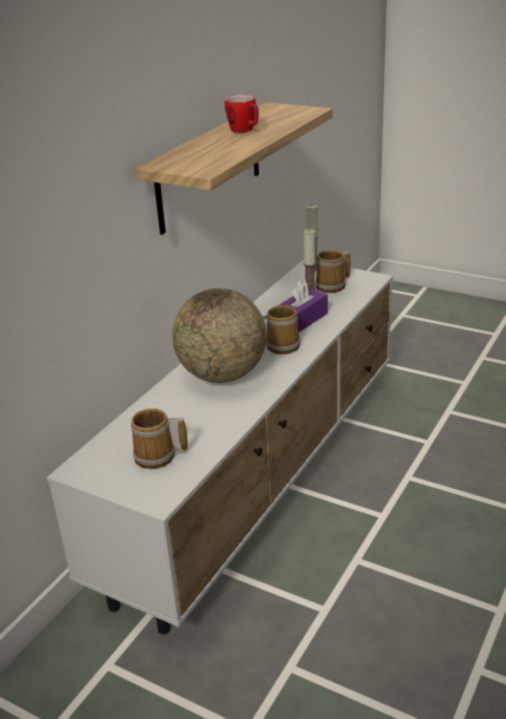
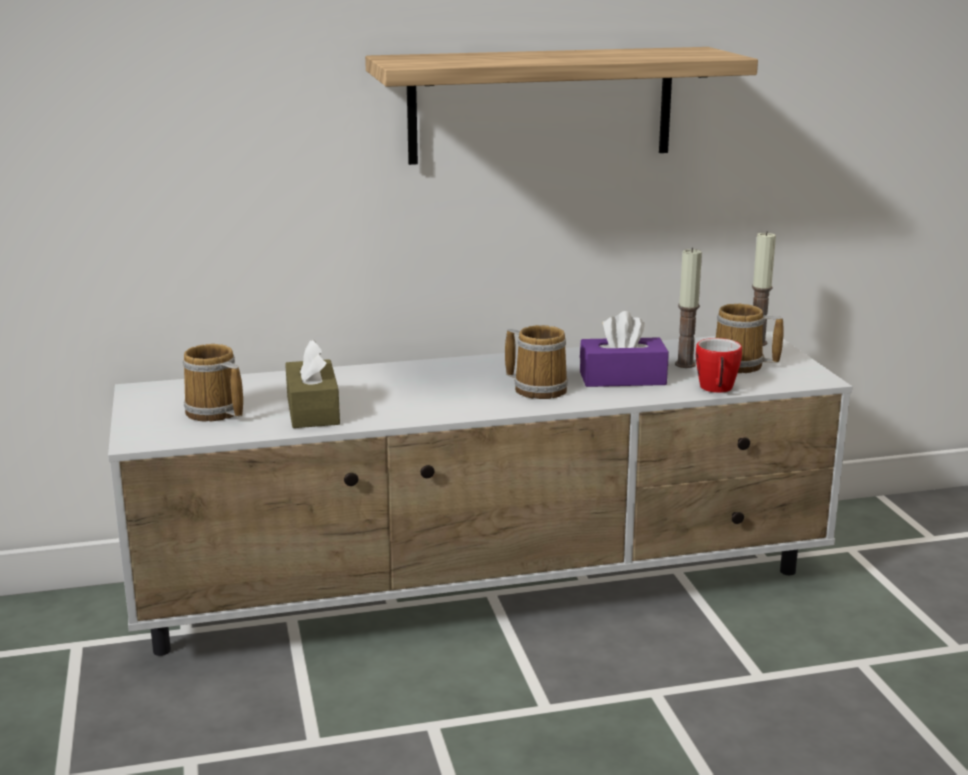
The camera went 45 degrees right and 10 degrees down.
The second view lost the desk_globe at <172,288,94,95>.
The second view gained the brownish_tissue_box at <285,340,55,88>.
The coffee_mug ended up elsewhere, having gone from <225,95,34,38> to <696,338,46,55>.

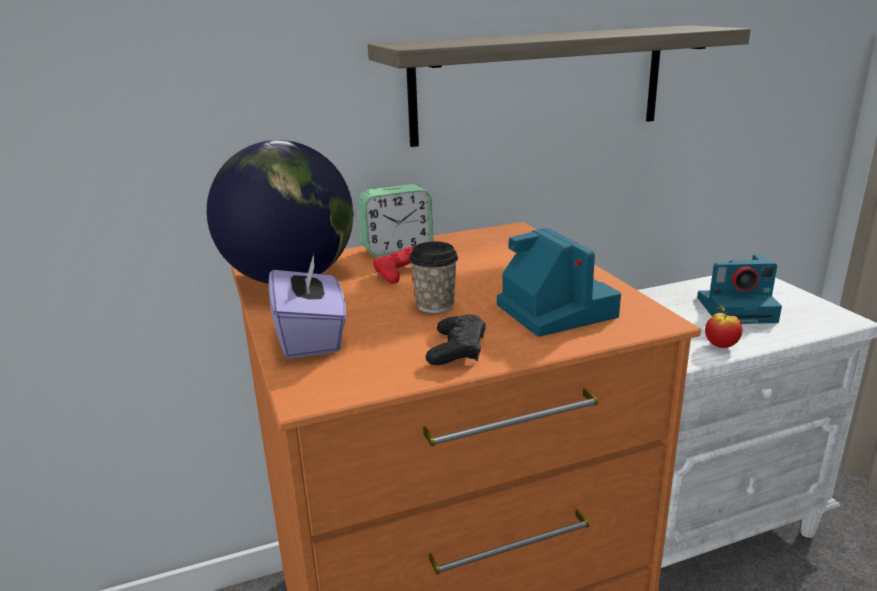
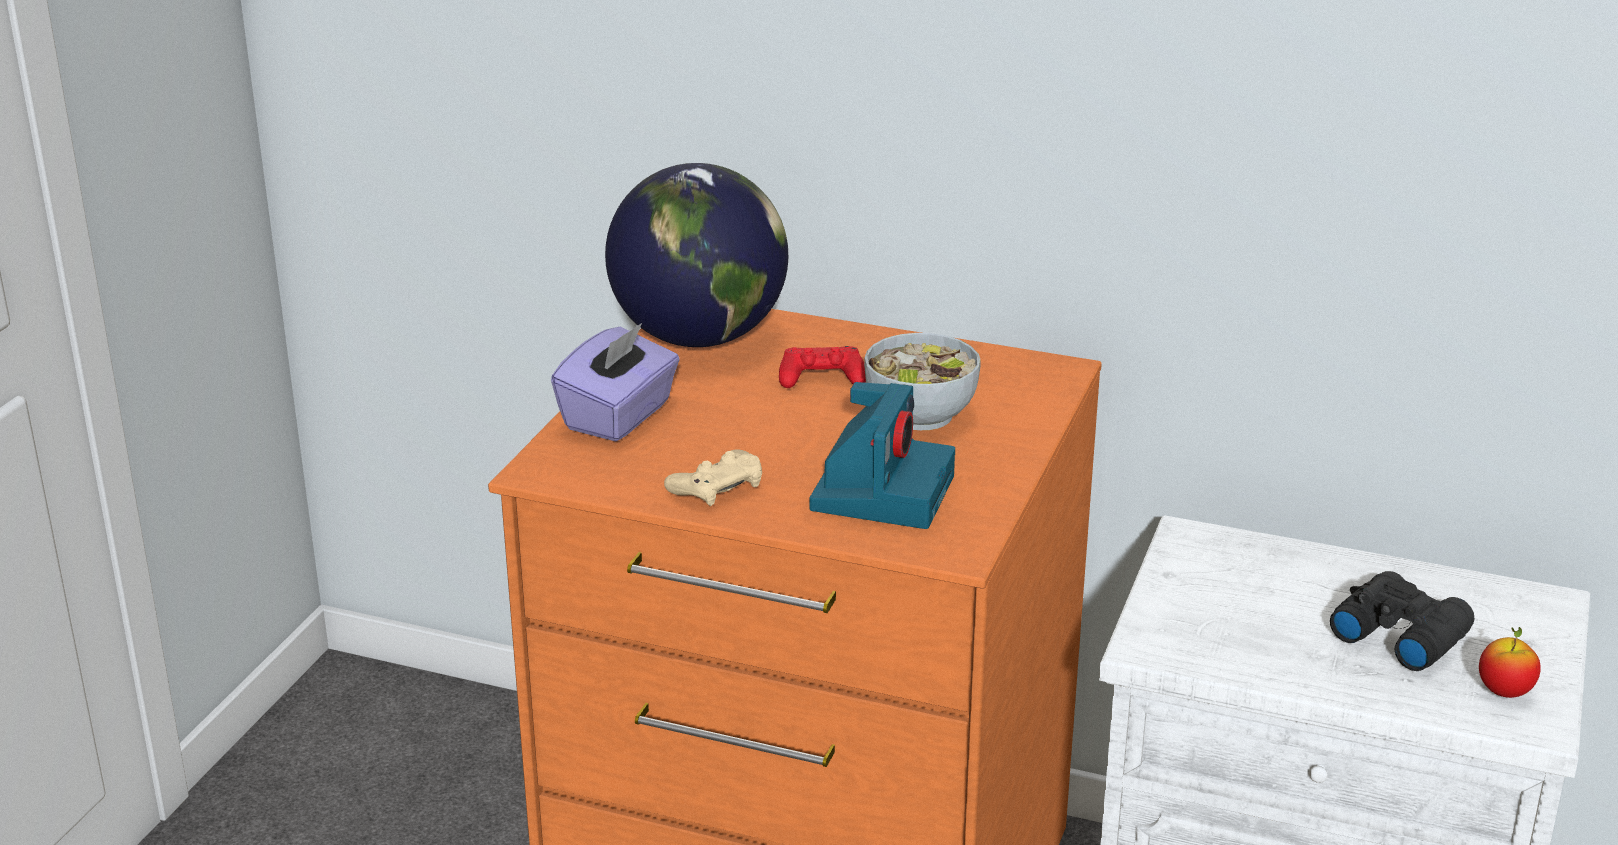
The camera went 40 degrees right and 5 degrees up.
The second view lost the table_clock at <358,184,75,73>.
The second view lost the wall_shelf at <368,25,383,122>.
The second view lost the cup at <409,241,49,72>.
The second view gained the deep_dish at <864,333,117,97>.
The apple_fruit ended up elsewhere, having gone from <705,305,37,43> to <1479,627,62,71>.
Where the still_camera stood at <697,254,85,70>, the black_field_glasses came to stand at <1330,571,144,100>.
What was the black_game_controller at <426,314,60,51> turned into the sand-coloured_game_controller at <664,449,98,58>.

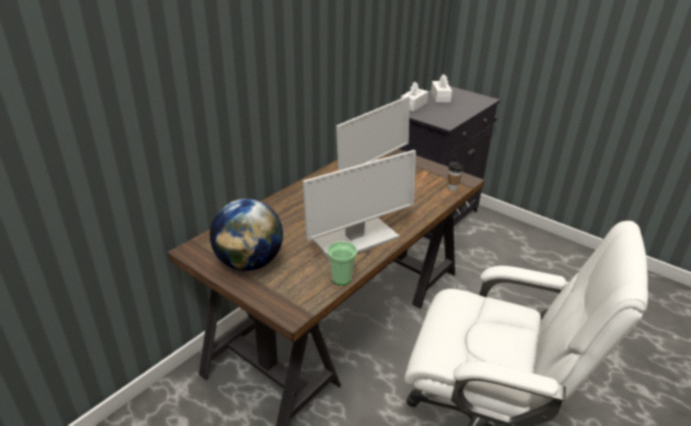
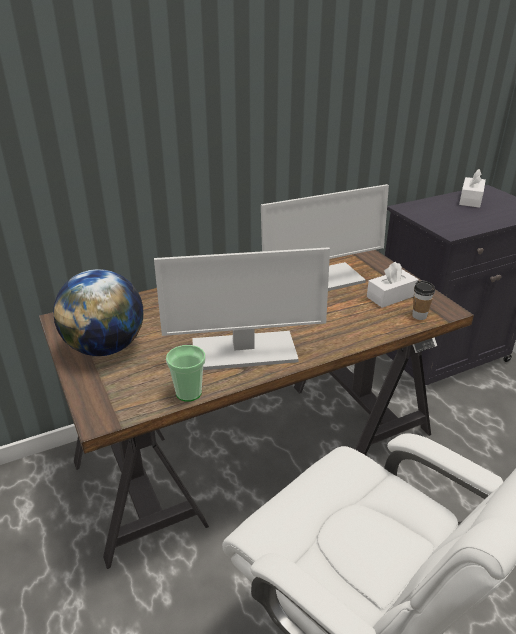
The camera went 25 degrees right and 0 degrees up.
The white_tissue_box ended up elsewhere, having gone from <401,82,27,30> to <367,262,52,46>.

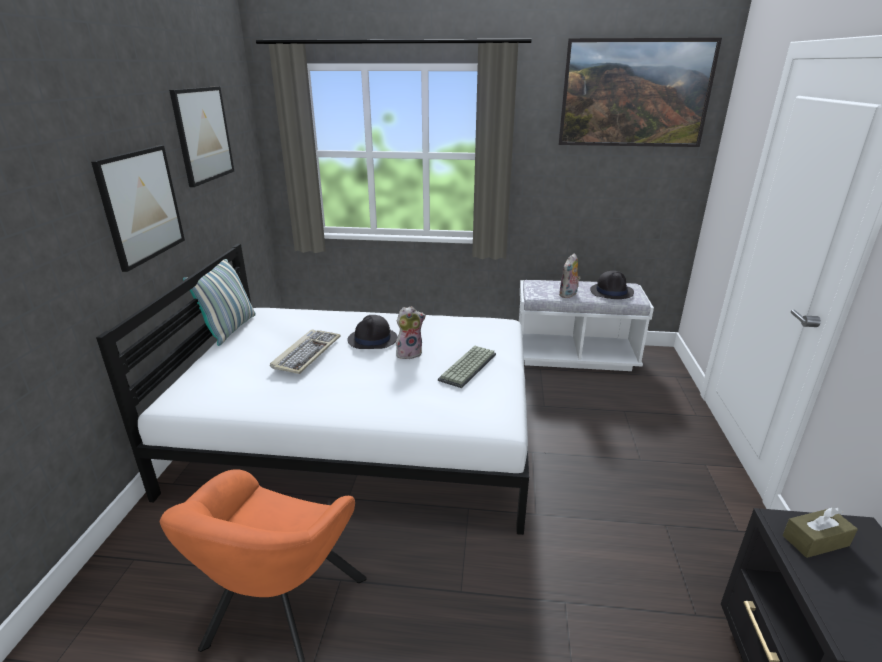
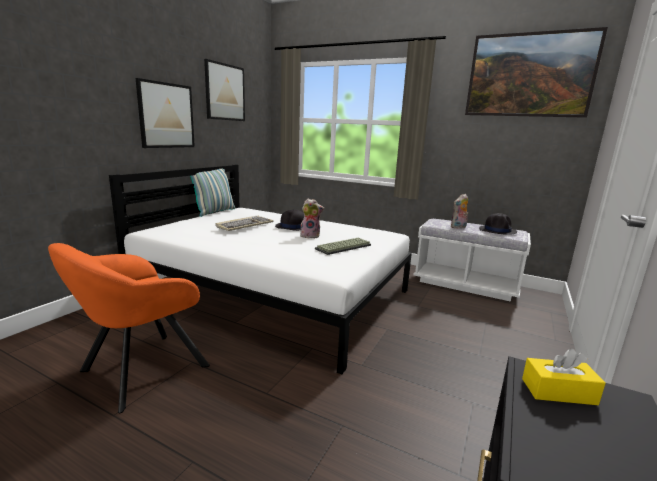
The camera went 20 degrees right and 10 degrees down.
What was the brownish_tissue_box at <783,508,75,50> turned into the yellowish_tissue_box at <522,349,84,56>.

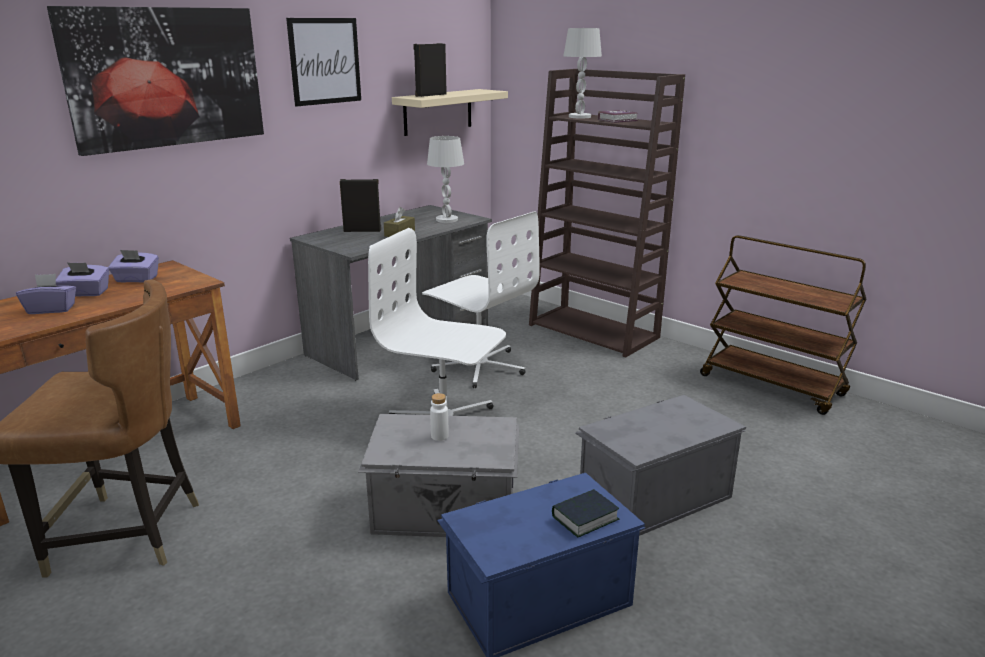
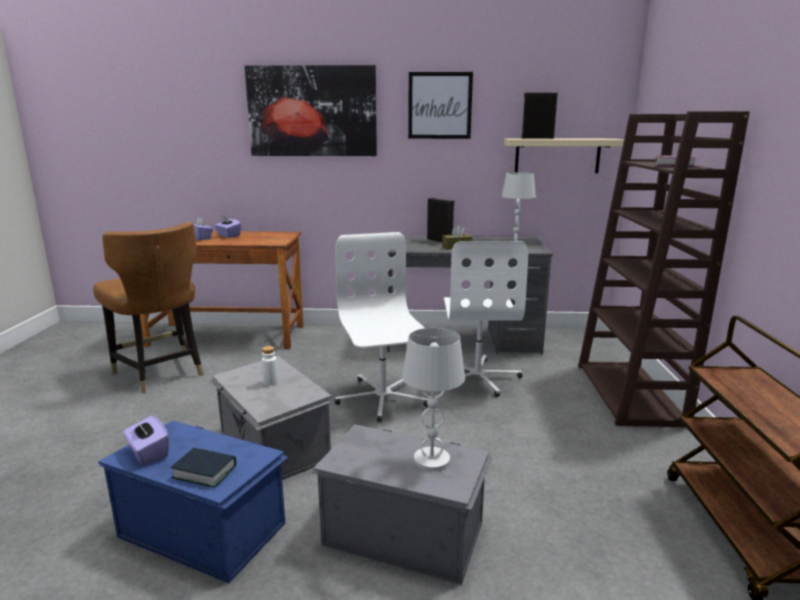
The camera went 50 degrees right and 5 degrees down.
The purple-coloured_tissue_box ended up elsewhere, having gone from <108,250,51,32> to <123,416,46,49>.
The white_tabletop_lamp ended up elsewhere, having gone from <563,28,39,91> to <402,328,63,143>.

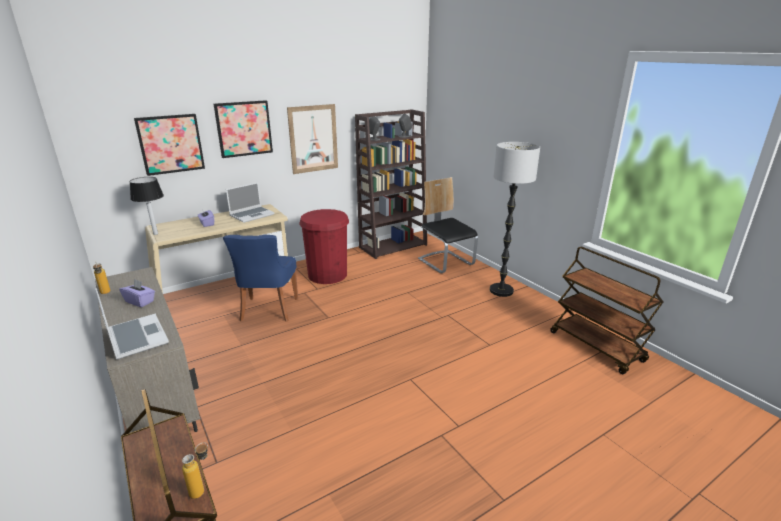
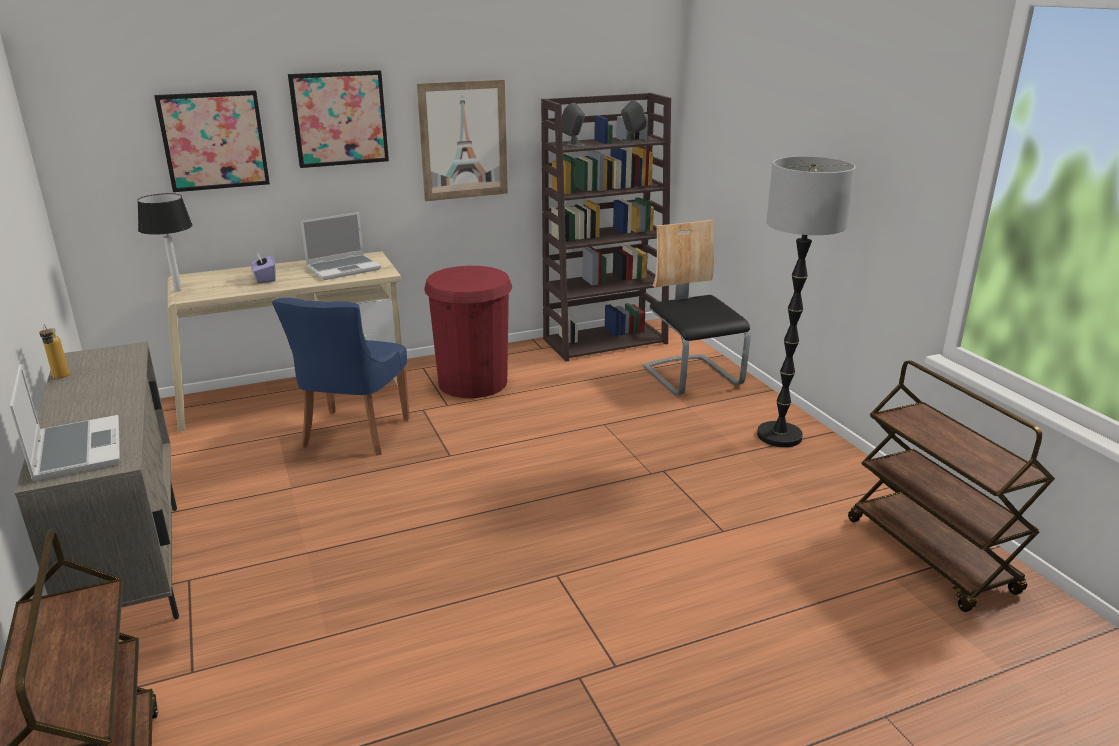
The camera went 10 degrees right and 0 degrees up.
The second view lost the purple-coloured_tissue_box at <119,279,36,28>.
The second view lost the bottle at <182,442,26,57>.

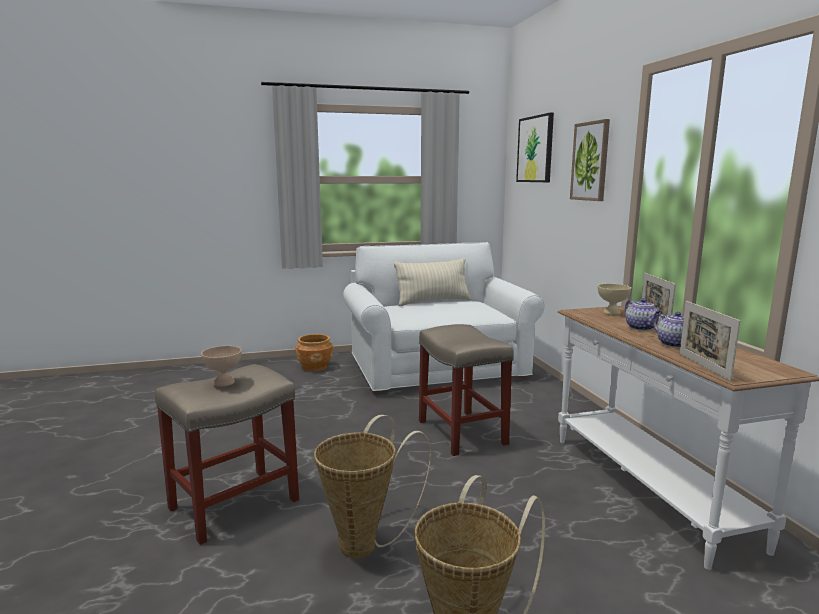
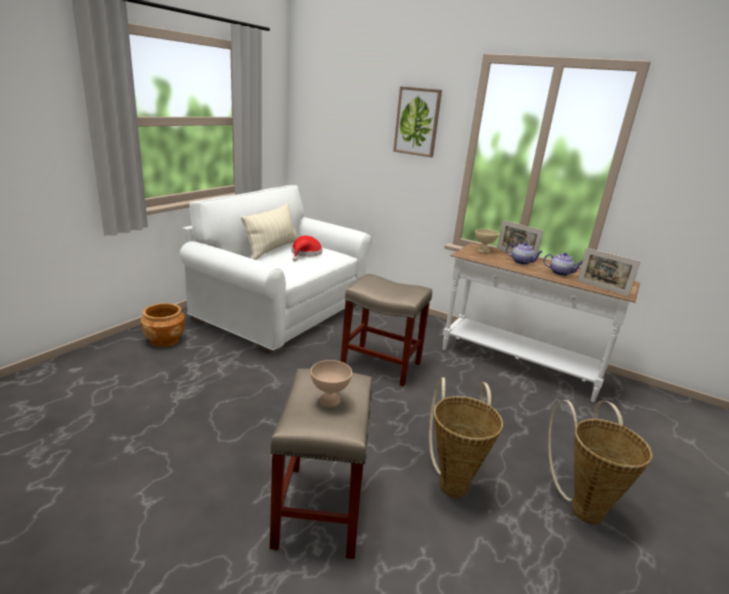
The camera went 45 degrees left and 10 degrees up.
The second view lost the picture at <516,113,38,69>.
The second view gained the red_hat at <292,236,30,25>.

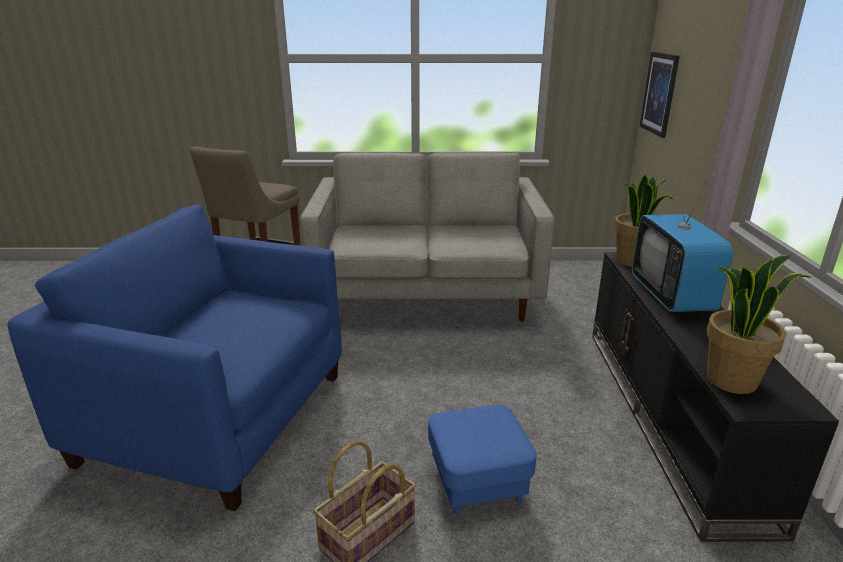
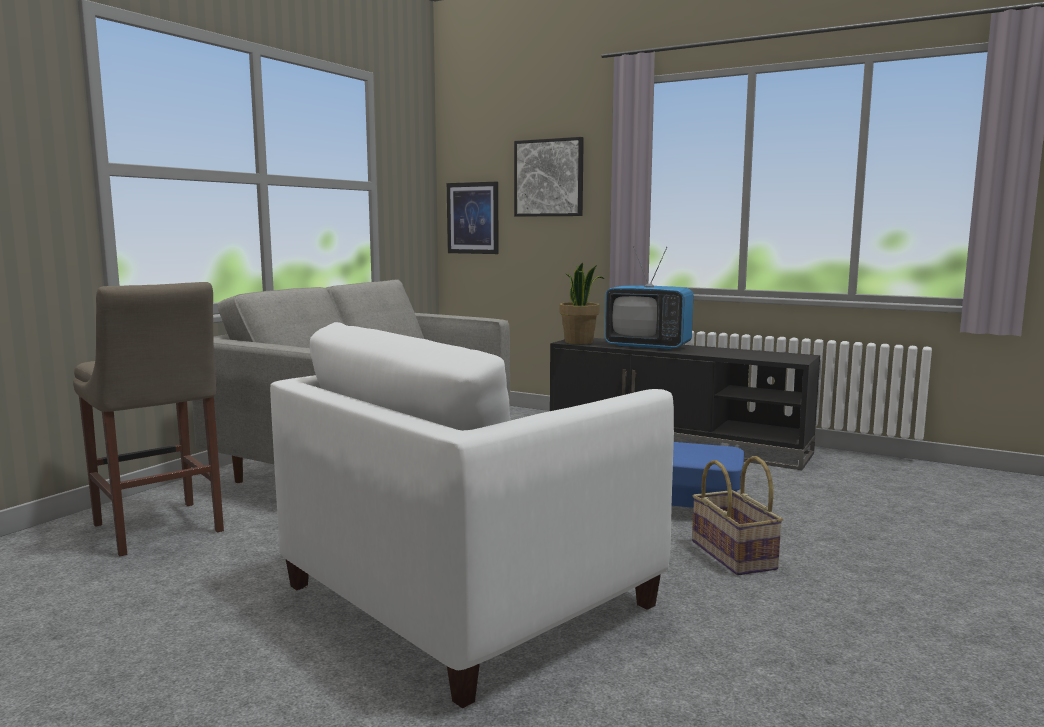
The camera went 60 degrees left and 15 degrees down.
The second view lost the potted_plant at <706,254,106,140>.
The second view gained the picture at <514,137,70,80>.
What was the bluish_armchair at <7,205,335,306> turned into the white_armchair at <270,322,404,386>.

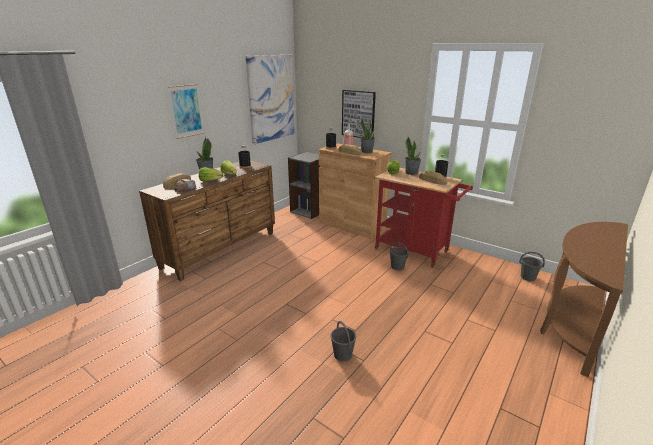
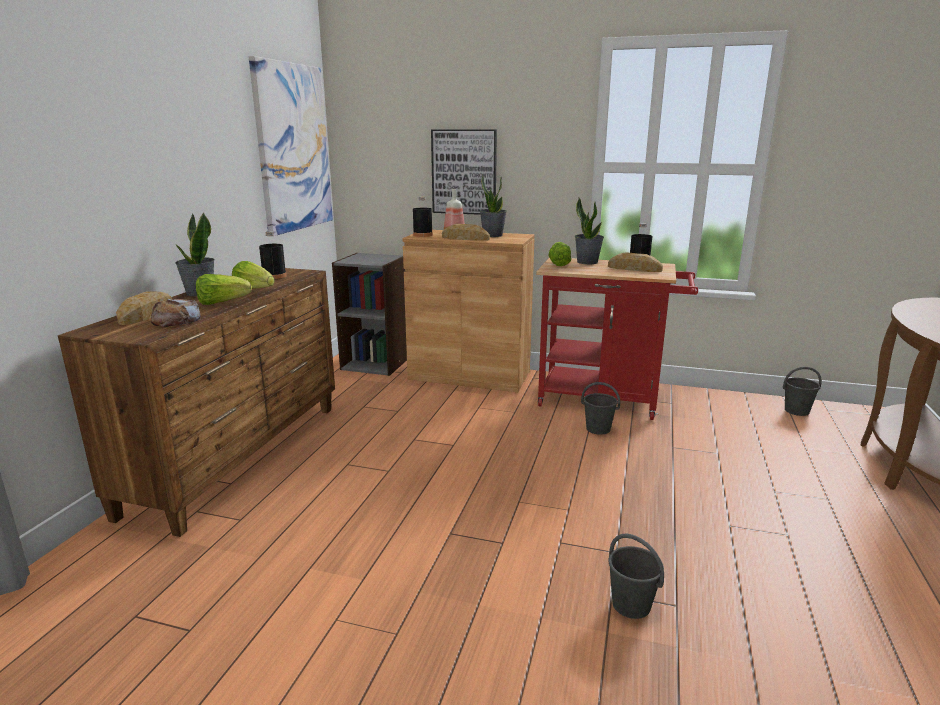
The camera went 20 degrees left and 5 degrees down.
The second view lost the picture at <168,84,36,55>.

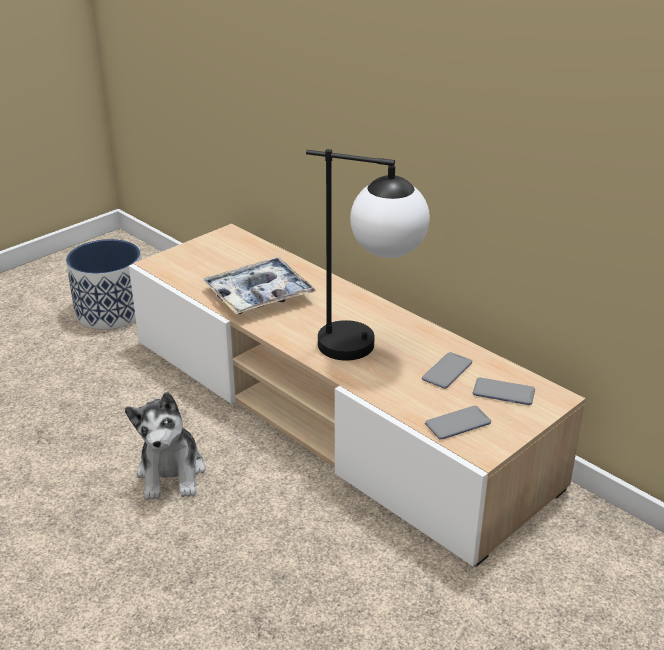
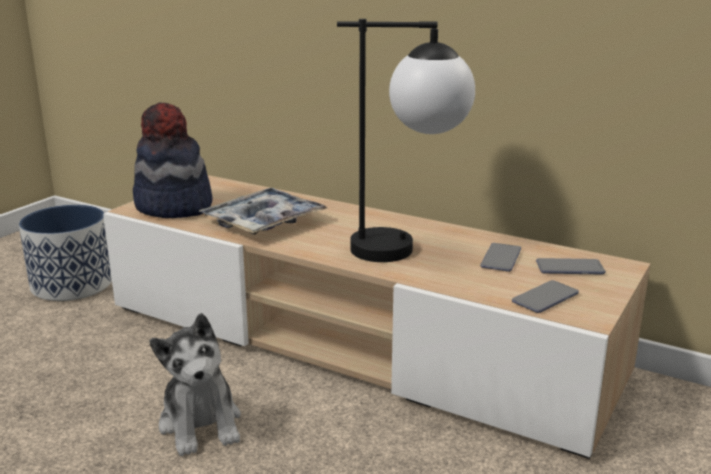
The camera went 15 degrees left and 10 degrees down.
The second view gained the hat at <132,102,80,116>.

